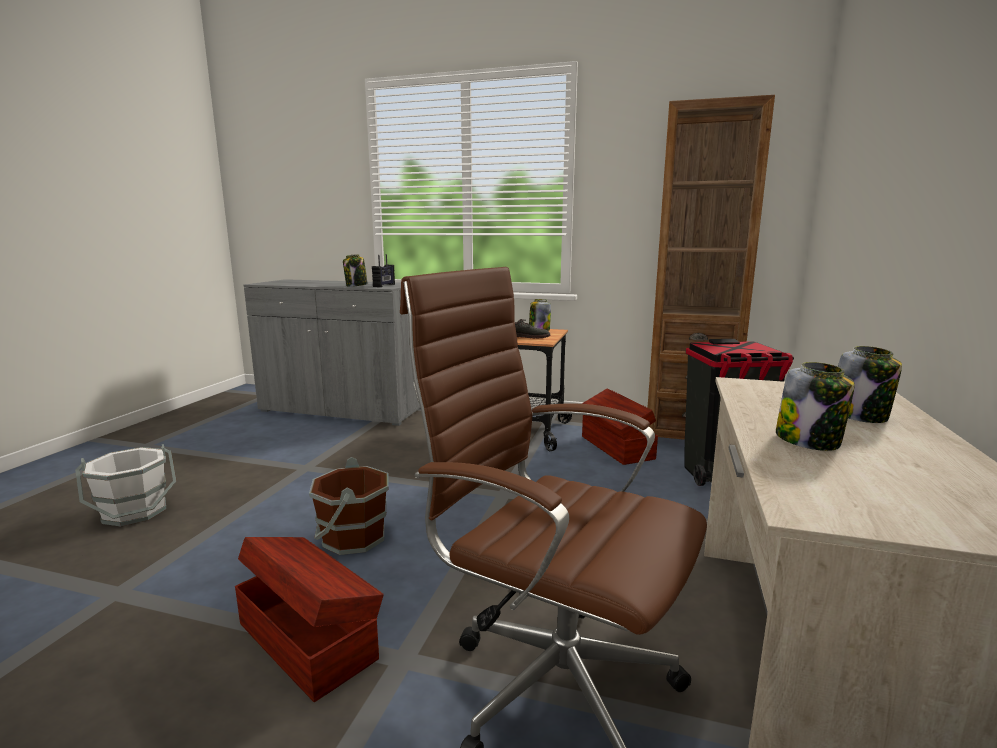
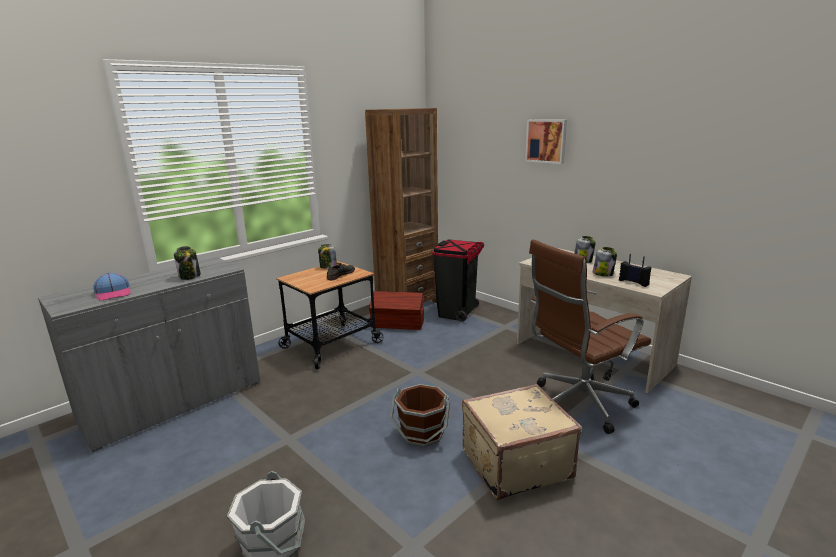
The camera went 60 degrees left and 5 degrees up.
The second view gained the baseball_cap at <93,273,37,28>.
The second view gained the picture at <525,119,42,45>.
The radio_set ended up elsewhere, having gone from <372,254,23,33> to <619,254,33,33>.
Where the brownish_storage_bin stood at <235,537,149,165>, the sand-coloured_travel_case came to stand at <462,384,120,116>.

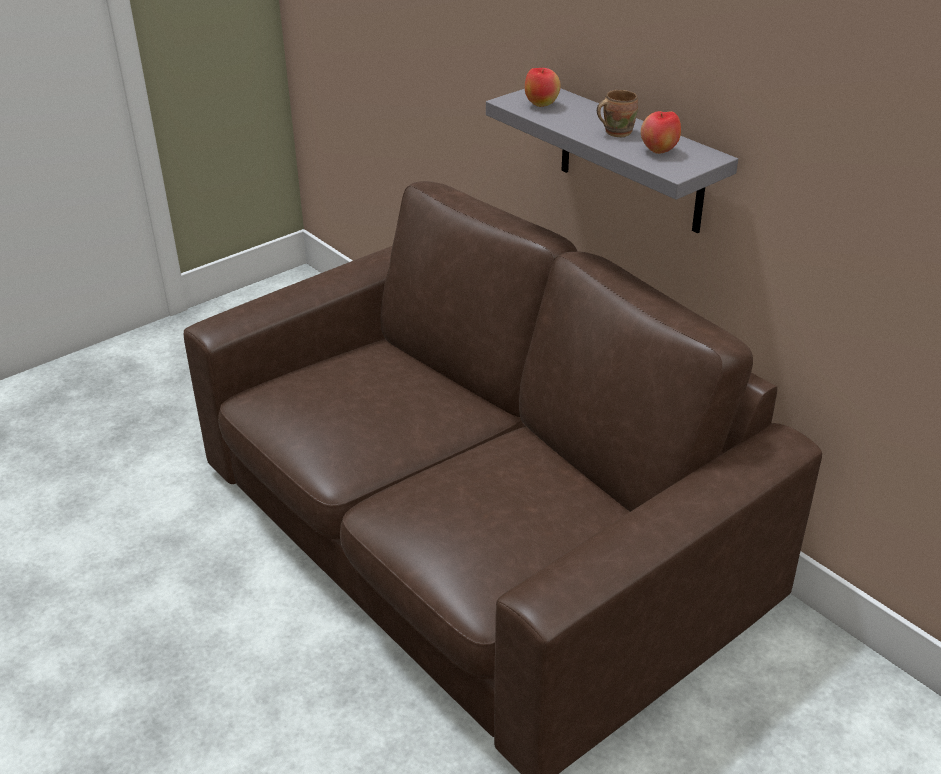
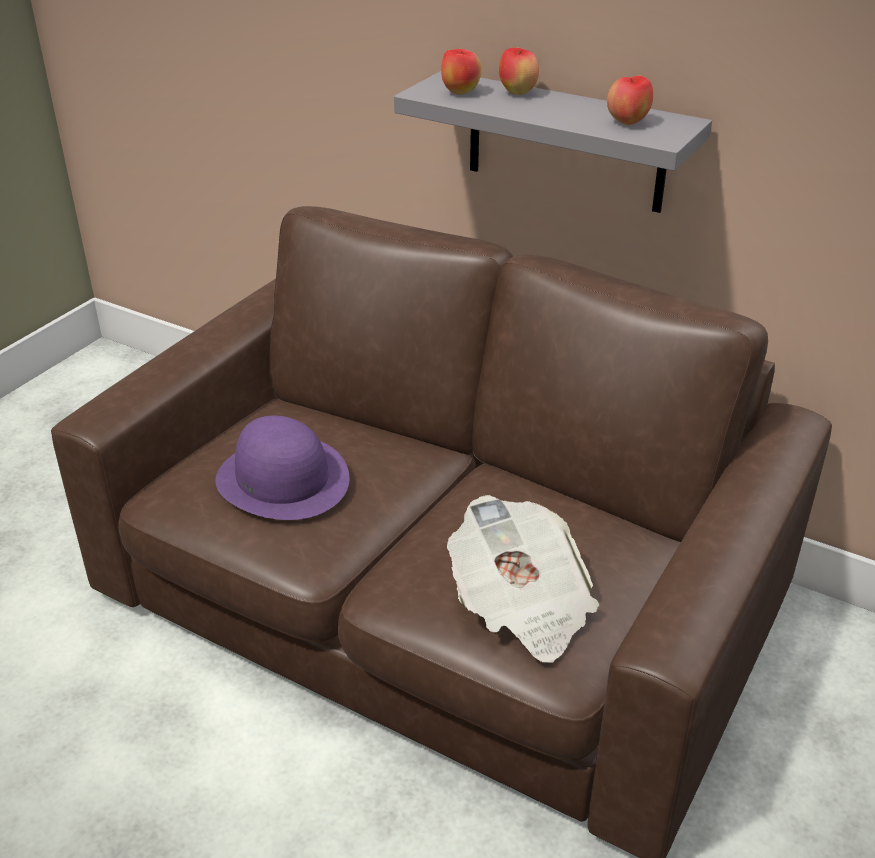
The camera went 20 degrees left and 0 degrees up.
The second view lost the brownish_coffee_mug at <597,90,41,47>.
The second view gained the purple-coloured_hat at <215,416,134,104>.
The second view gained the newspaper at <447,495,152,168>.
The second view gained the apple_fruit at <499,47,40,48>.

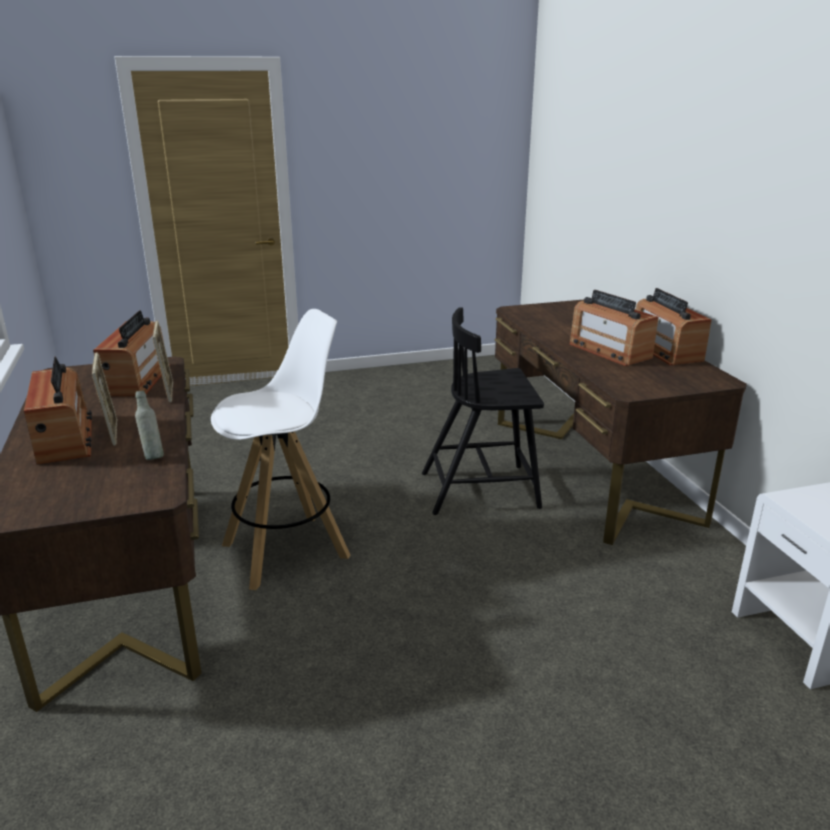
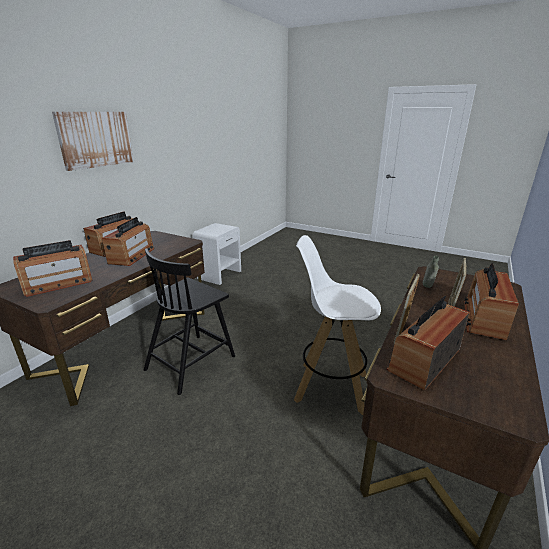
The camera went 135 degrees left and 0 degrees up.
The second view gained the radio_set at <13,240,79,57>.
The second view gained the picture at <52,112,82,59>.
The black_upright_chair at <422,307,122,208> ended up facing another way, 90 degrees clockwise from before.

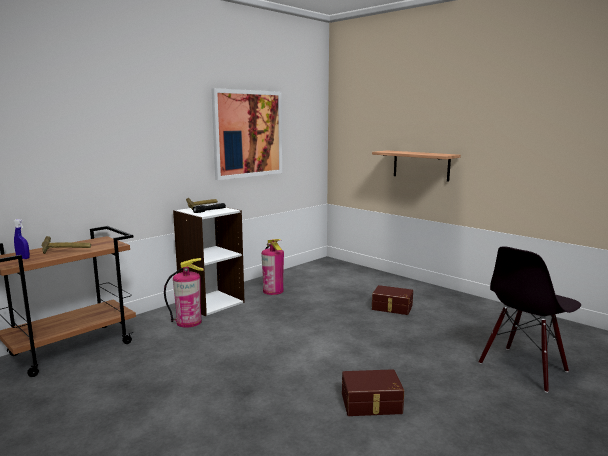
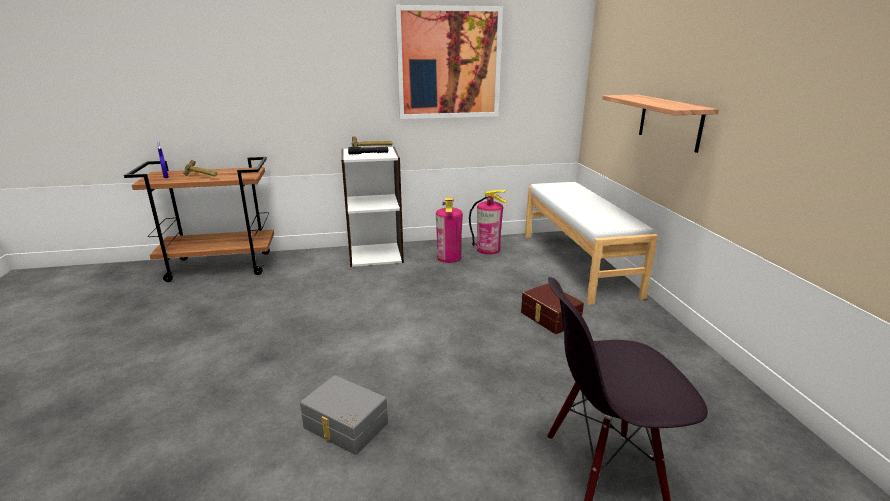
The camera went 35 degrees right and 10 degrees up.
The second view gained the white_indoor_bench at <525,182,133,123>.
The extinguisher ended up elsewhere, having gone from <164,258,40,70> to <469,190,38,65>.
What was the brownish_storage_bin at <342,369,62,47> turned into the gray_storage_bin at <300,375,88,80>.

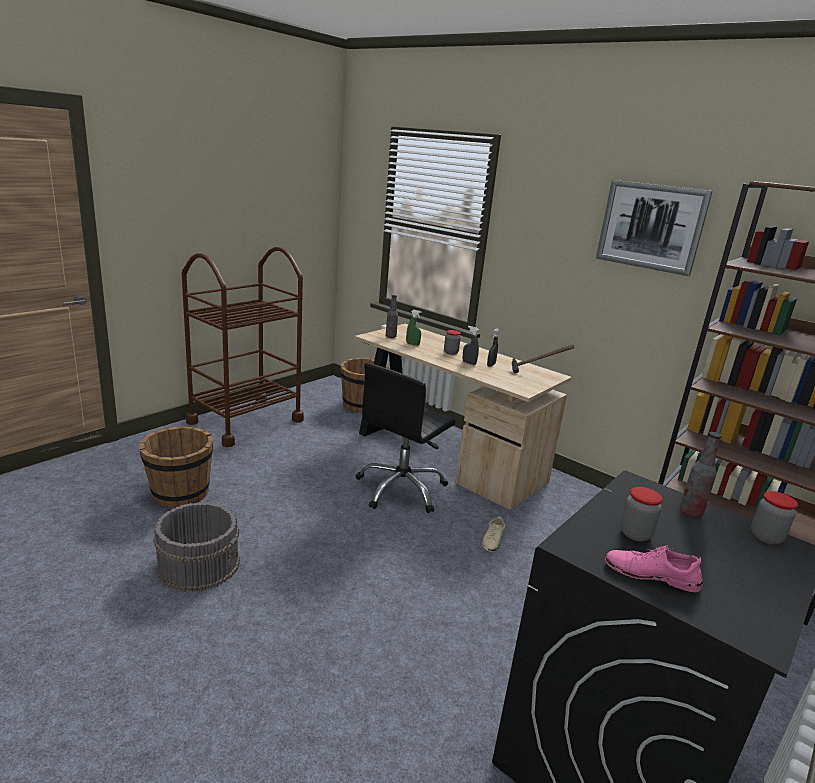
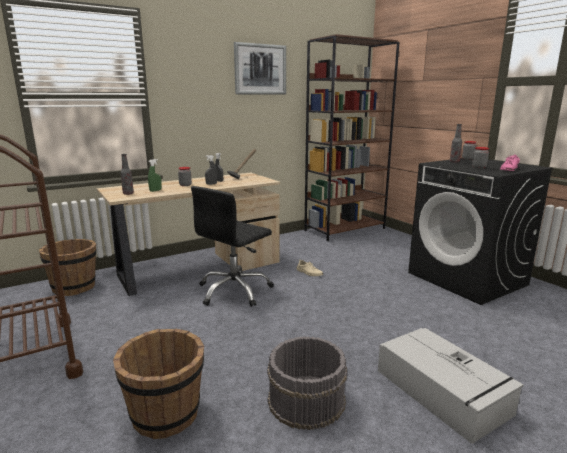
The camera went 70 degrees left and 5 degrees down.
The second view gained the gray_storage_bin at <378,328,146,116>.
The black_desk_chair at <356,363,99,150> ended up facing another way, 75 degrees clockwise from before.

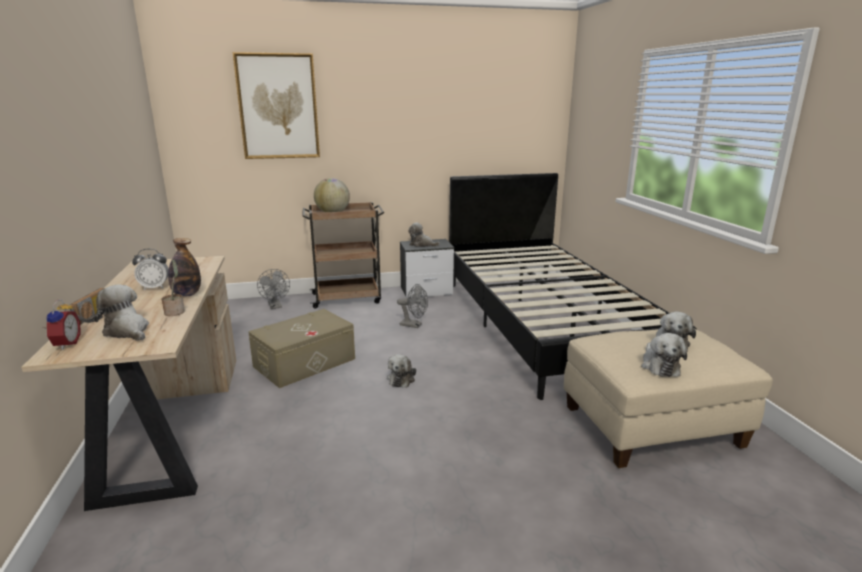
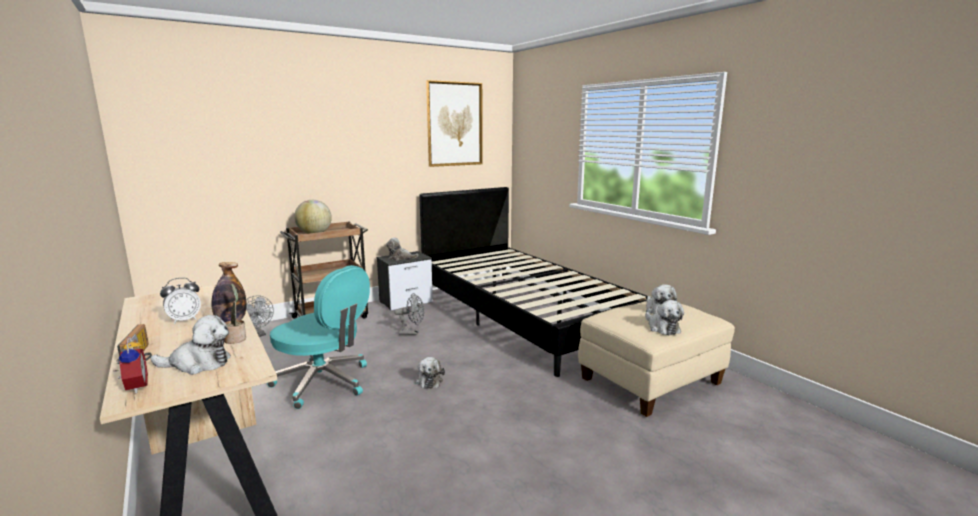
The camera went 20 degrees left and 5 degrees down.
The picture ended up elsewhere, having gone from <233,52,87,107> to <426,80,57,87>.
Where the sand-coloured_storage_bin stood at <248,309,107,79>, the blue-green_desk_chair came to stand at <267,265,103,144>.
The cuddly_toy at <94,284,55,57> ended up facing another way, 150 degrees clockwise from before.

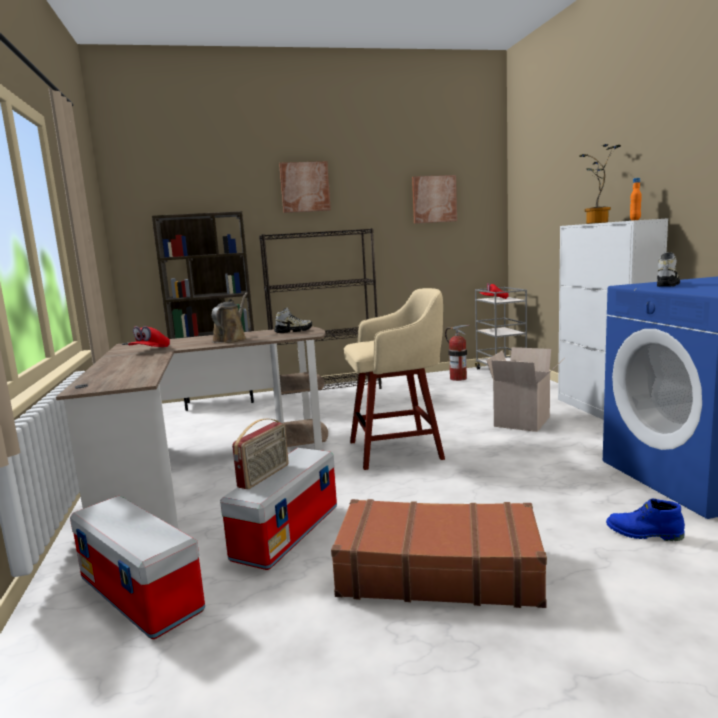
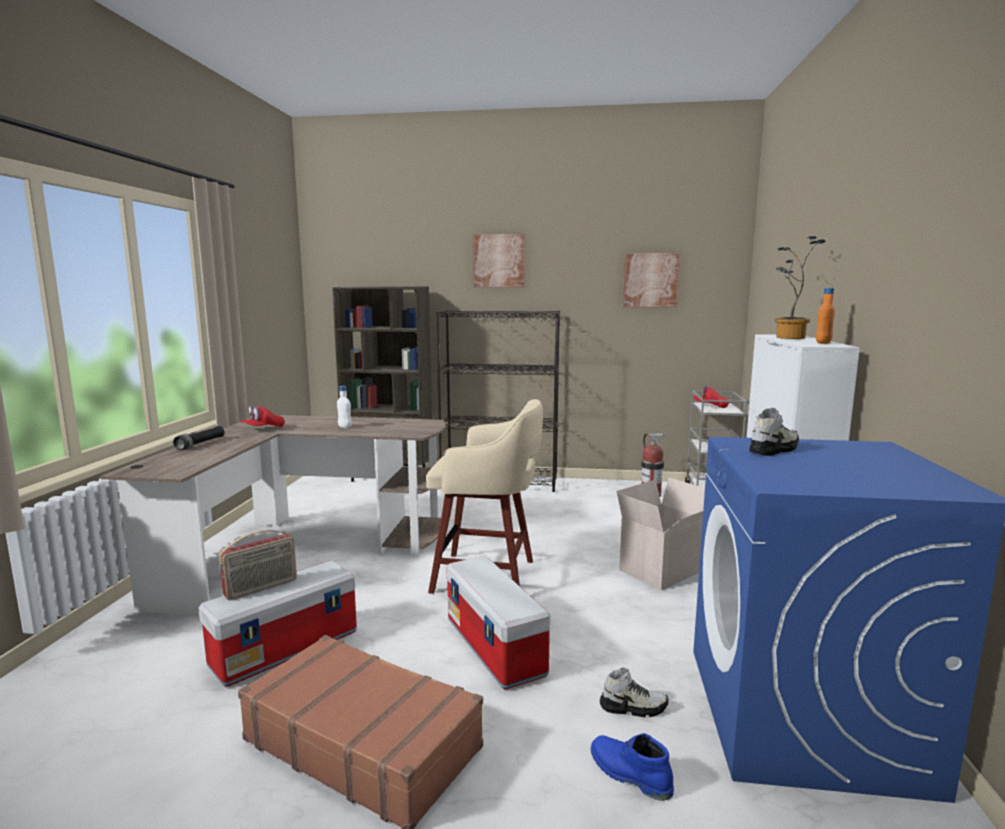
The camera went 20 degrees right and 0 degrees up.
The second view gained the black_flashlight at <173,426,52,24>.
The storage_bin ended up elsewhere, having gone from <70,496,135,143> to <447,556,103,134>.
The item_of_footwear ended up elsewhere, having gone from <274,307,38,26> to <600,667,69,50>.
Where the brownish_watering_pot stood at <212,292,36,51>, the white_bottle came to stand at <337,386,15,43>.

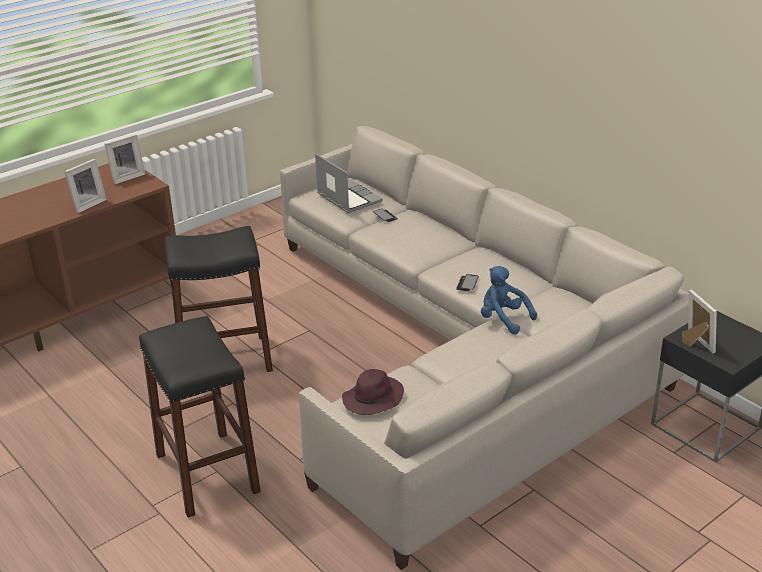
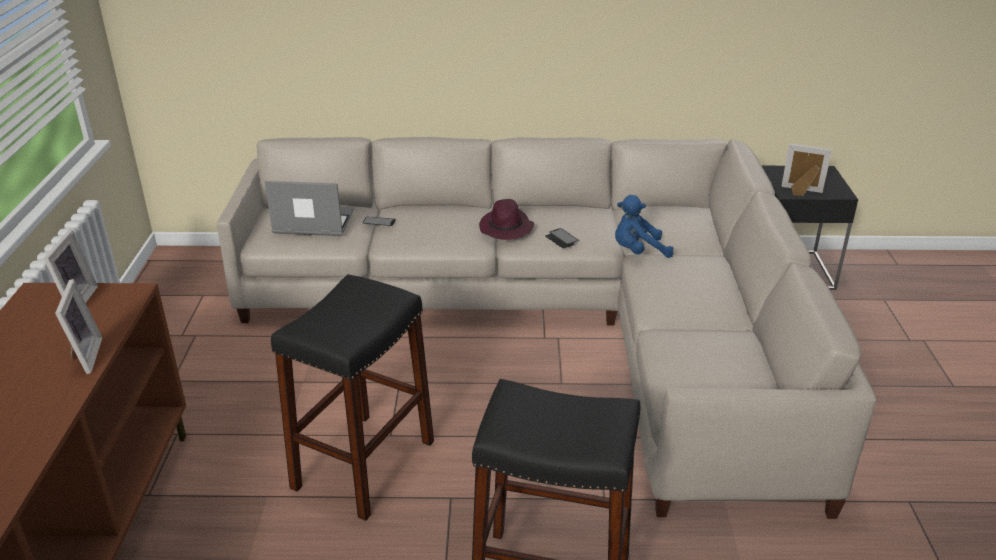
The camera went 50 degrees left and 0 degrees up.
The purple-coloured_hat ended up elsewhere, having gone from <342,369,62,46> to <479,199,55,41>.

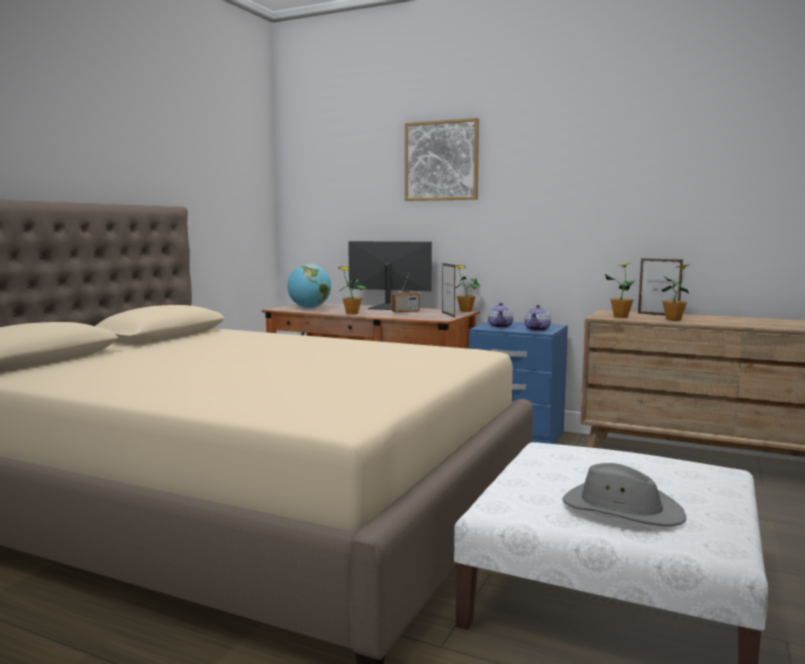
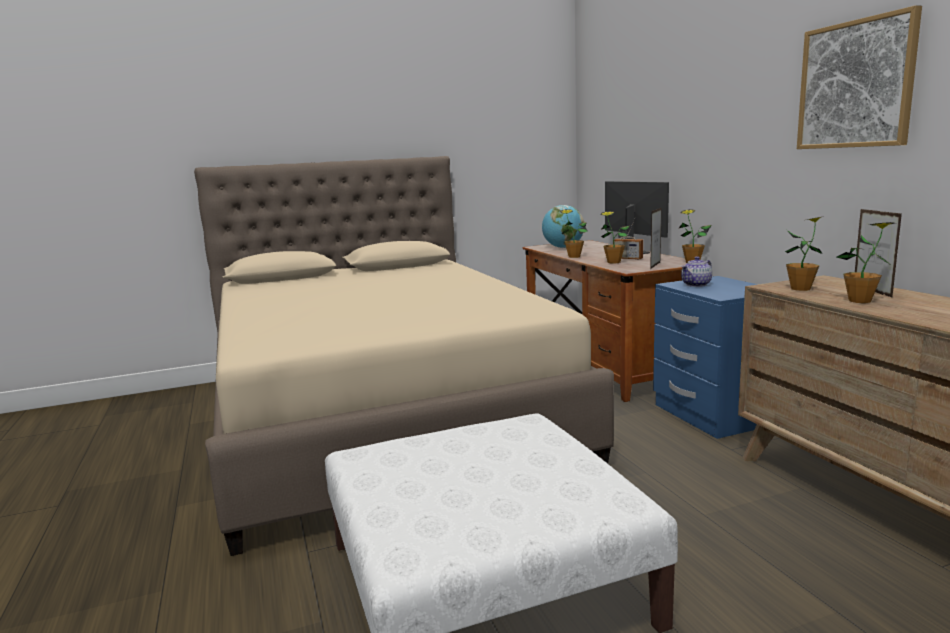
The camera went 45 degrees right and 5 degrees up.
The second view lost the tea_pot at <525,305,26,26>.
The second view lost the gray_hat at <562,463,124,64>.
The second view gained the potted_plant at <600,211,30,53>.
The picture ended up elsewhere, having gone from <405,118,74,83> to <797,5,125,144>.

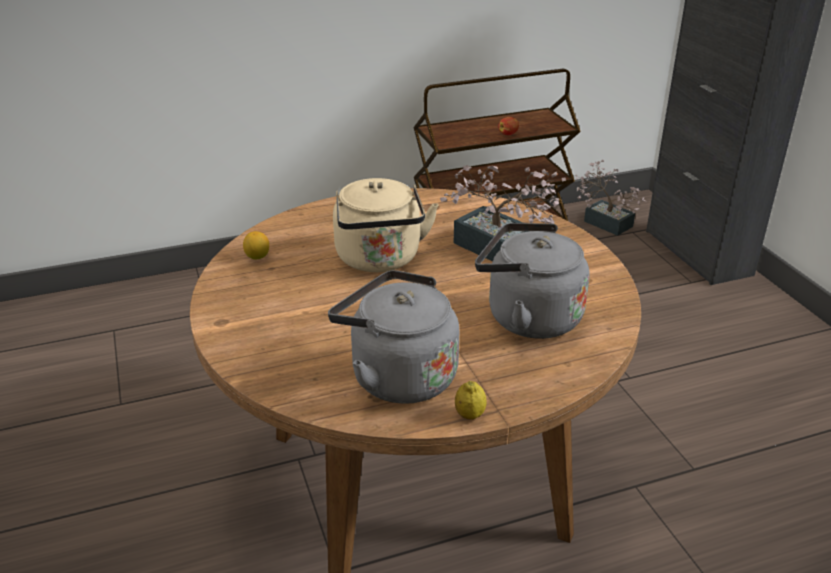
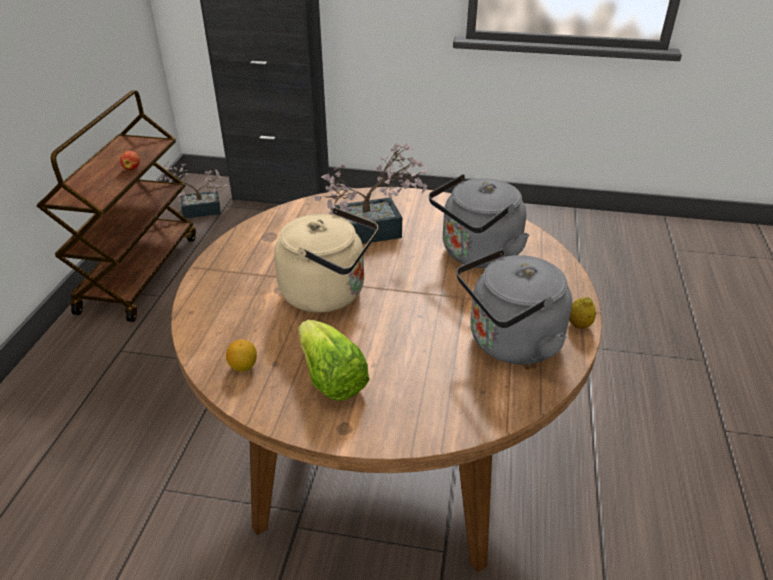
The camera went 60 degrees left and 5 degrees up.
The second view gained the lettuce at <298,320,72,81>.

